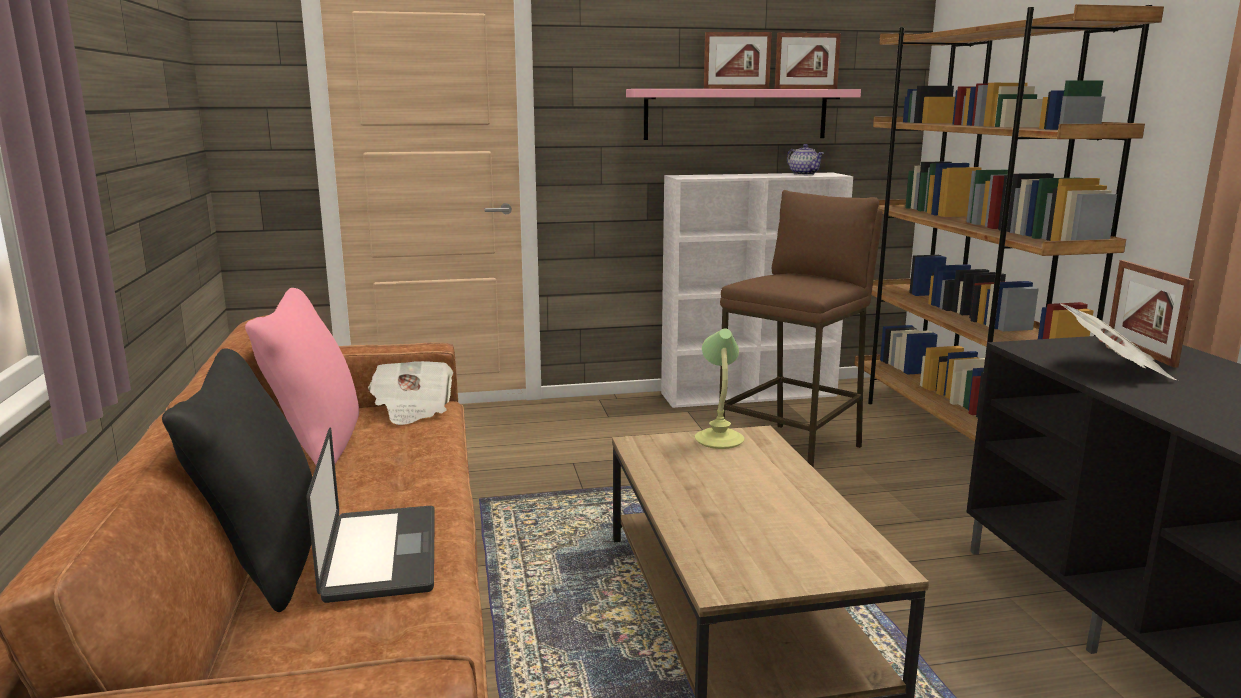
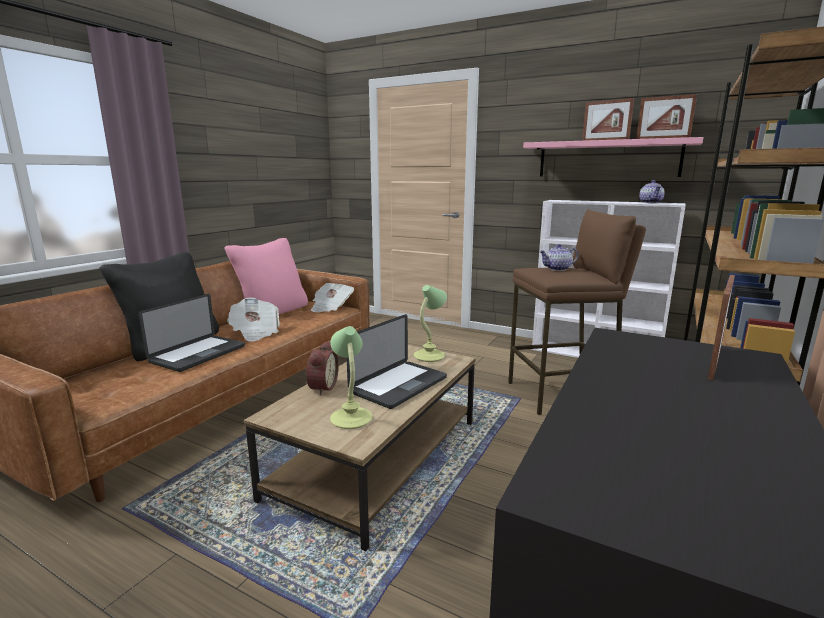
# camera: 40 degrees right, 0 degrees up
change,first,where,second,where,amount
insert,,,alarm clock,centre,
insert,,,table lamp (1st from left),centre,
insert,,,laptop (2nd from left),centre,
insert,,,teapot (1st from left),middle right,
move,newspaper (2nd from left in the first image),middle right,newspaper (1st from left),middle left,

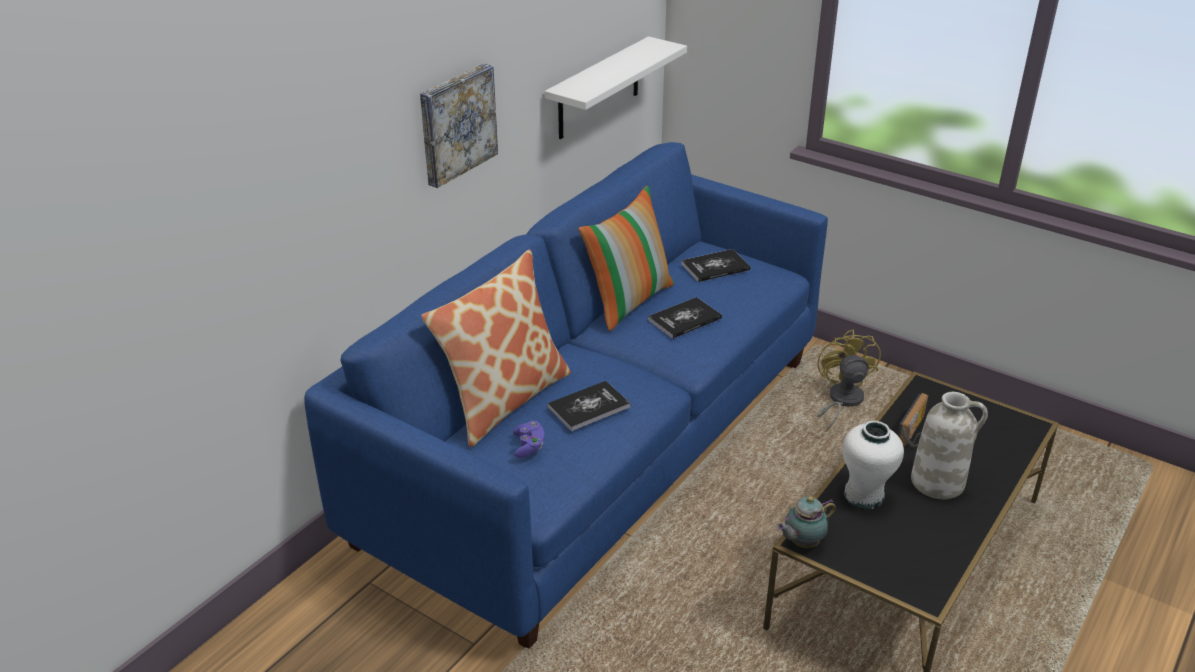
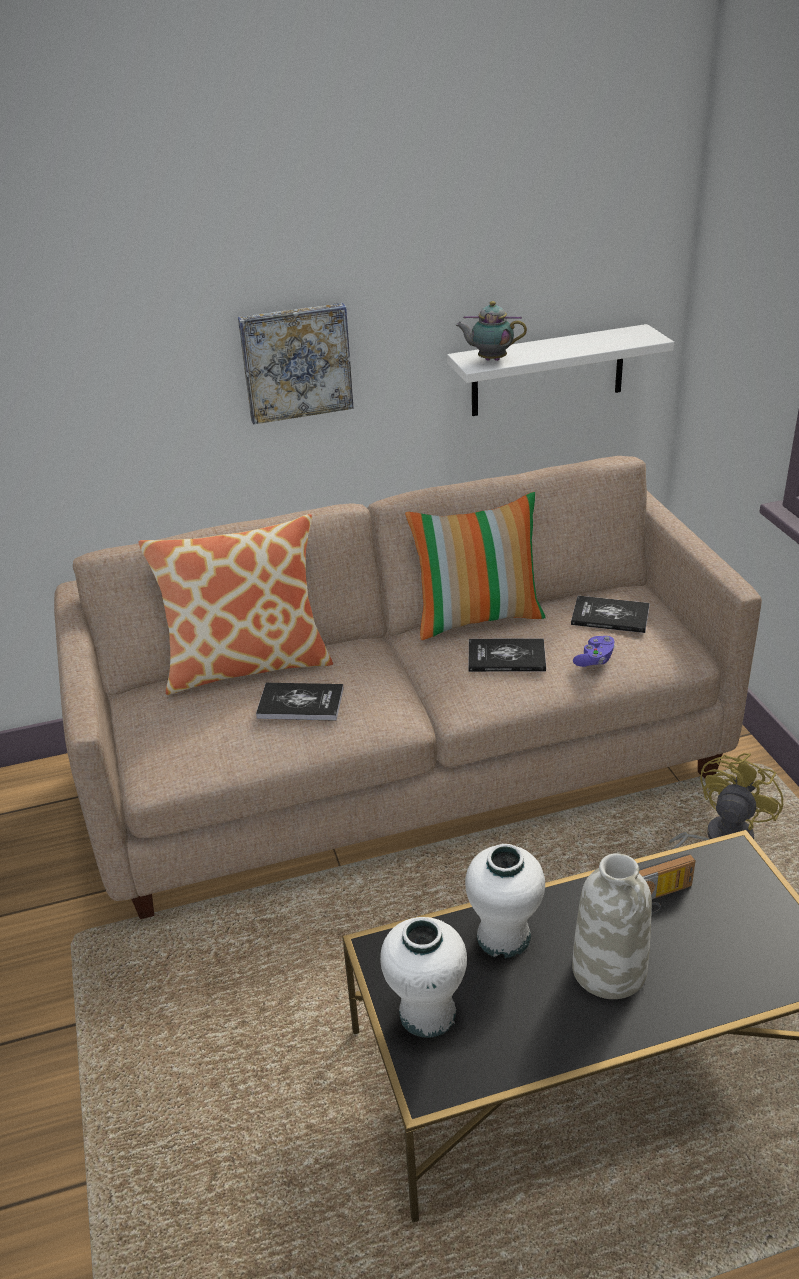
# camera: 40 degrees right, 0 degrees up
change,first,where,second,where,amount
insert,,,white vase (1st from left),bottom centre,
move,purple game controller,centre,,middle right,
move,teapot,bottom right,,top centre,
recolor,blue sofa,centre,beige sofa,centre,

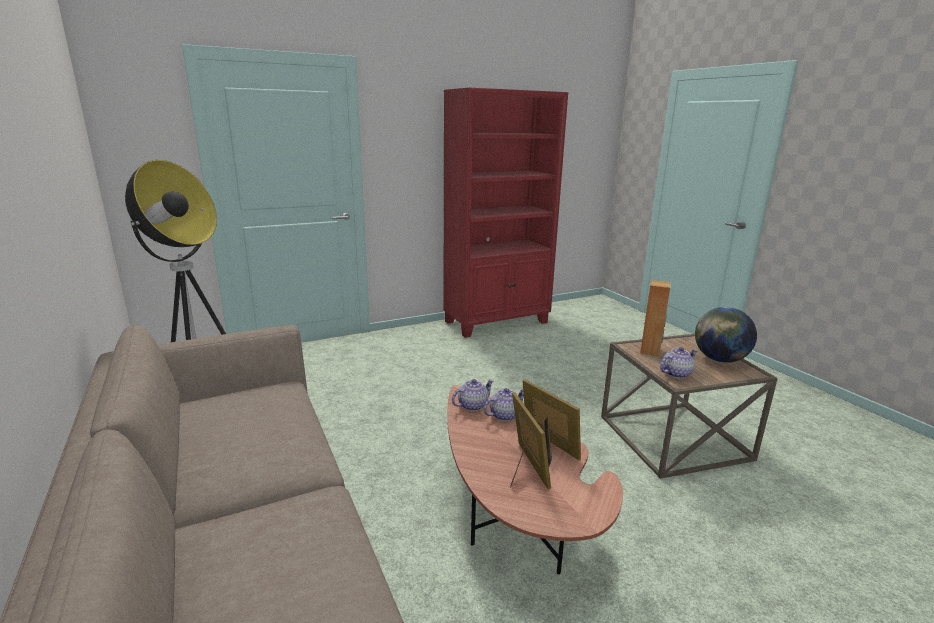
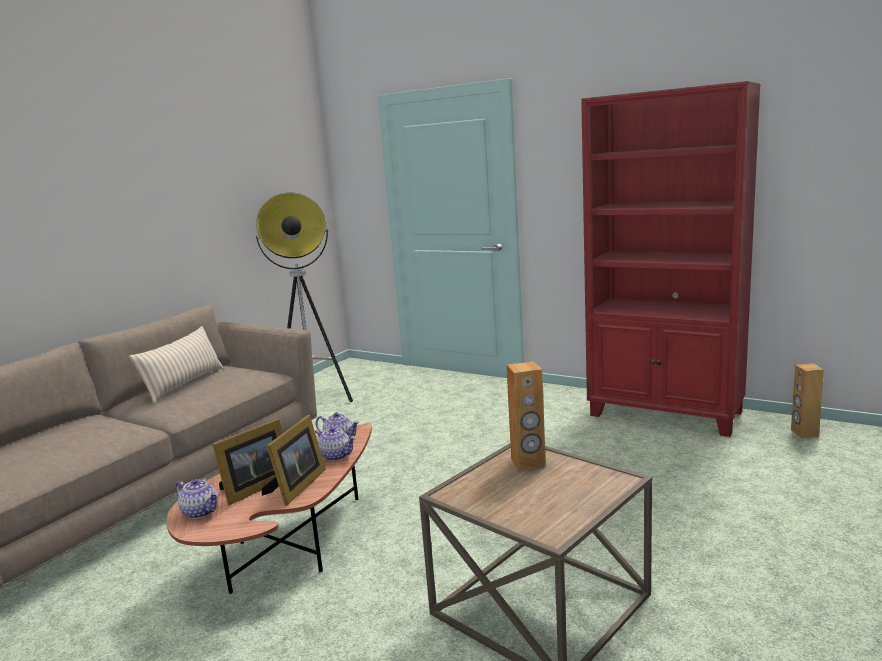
# camera: 60 degrees right, 5 degrees down
change,first,where,second,where,amount
delete,globe,middle right,,,
insert,,,beige pillow,middle left,
insert,,,brown speaker (2nd from left),middle right,
move,teapot (3rd from left in the first image),middle right,teapot (1st from left),bottom left,

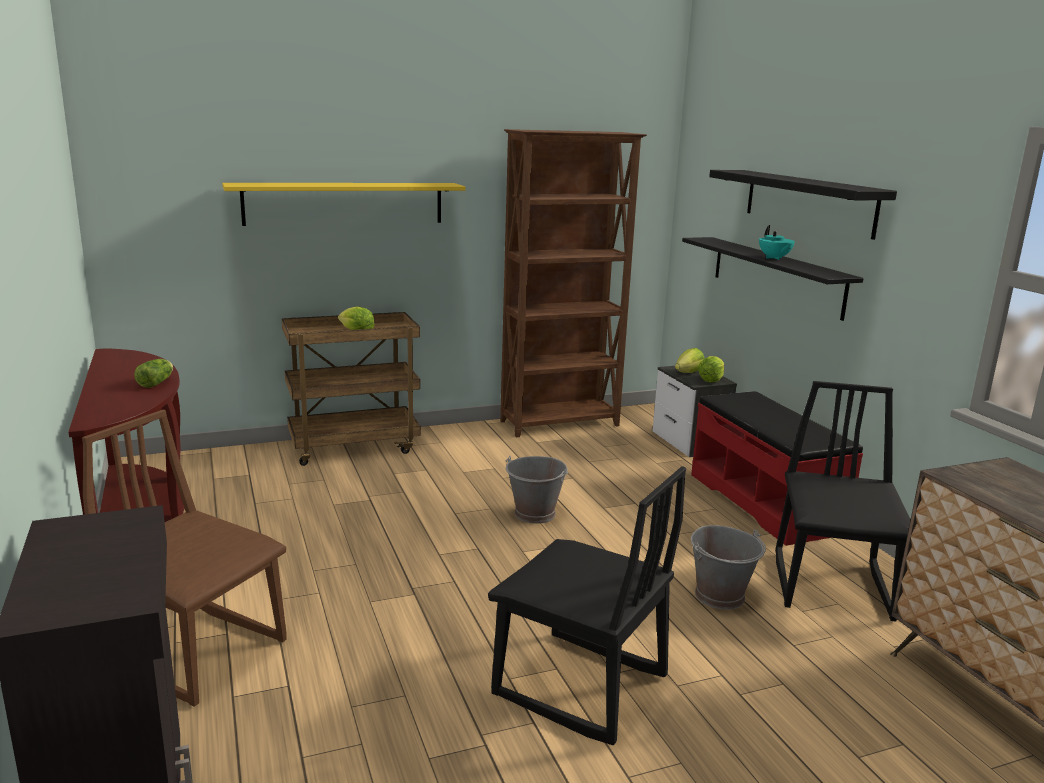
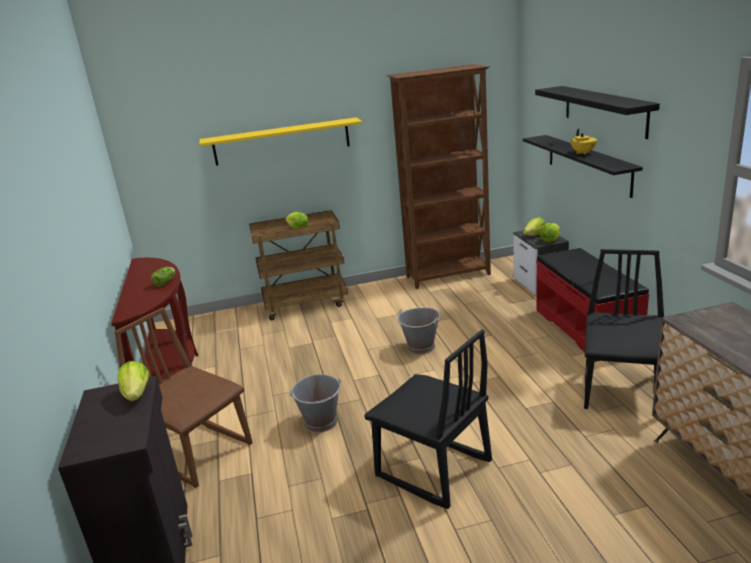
# camera: 10 degrees right, 5 degrees up
change,first,where,second,where,amount
insert,,,lettuce (1st from left),bottom left,
move,grey bucket (2nd from left in the first image),bottom right,grey bucket (1st from left),bottom centre,
recolor,turquoise teapot,top right,yellow teapot,top right,

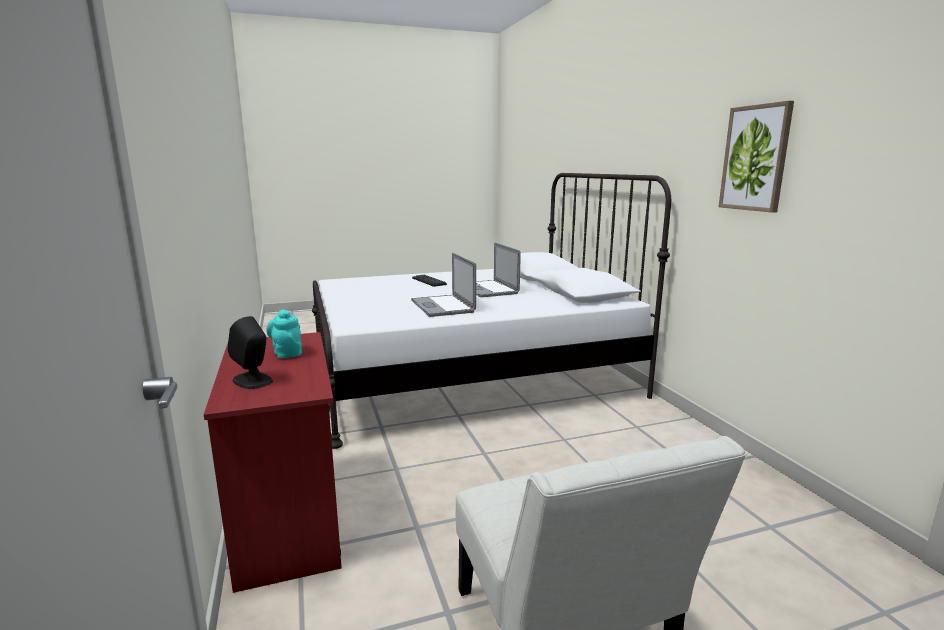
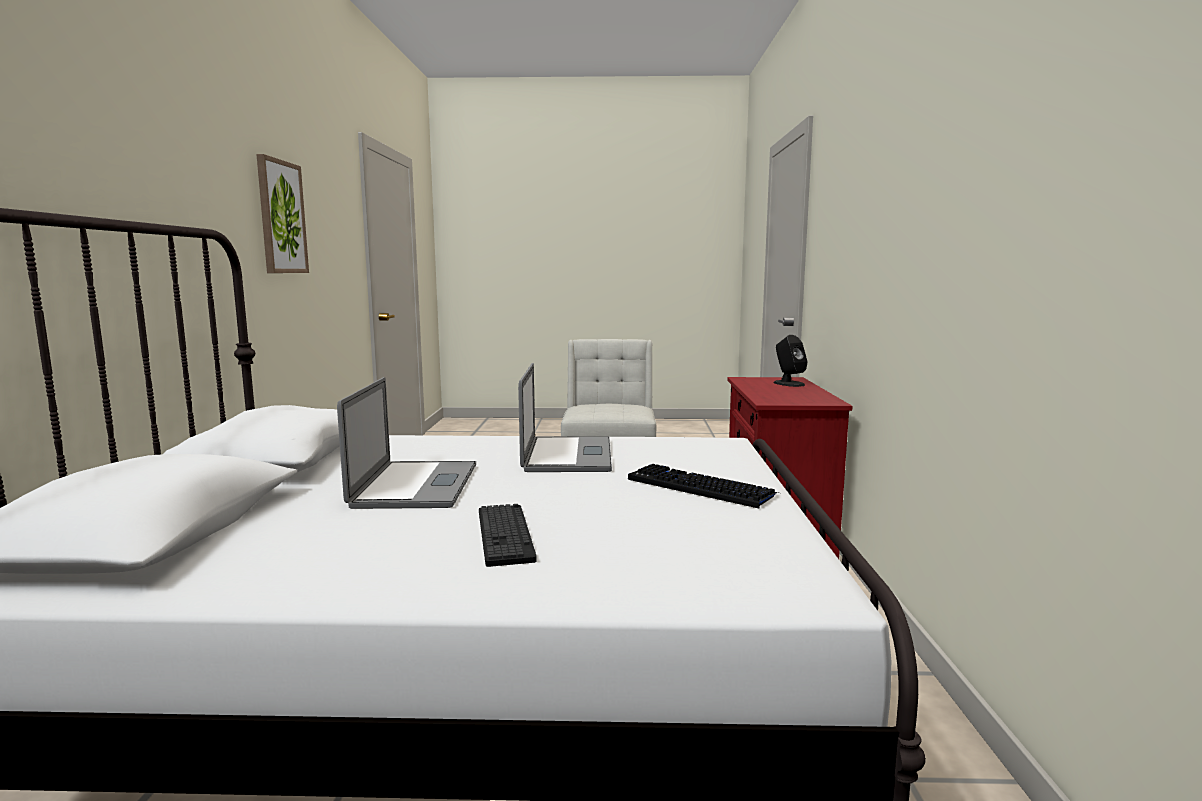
# camera: 160 degrees left, 5 degrees down
change,first,where,second,where,amount
delete,turquoise teapot,middle left,,,
insert,,,keyboard (2nd from left),centre,

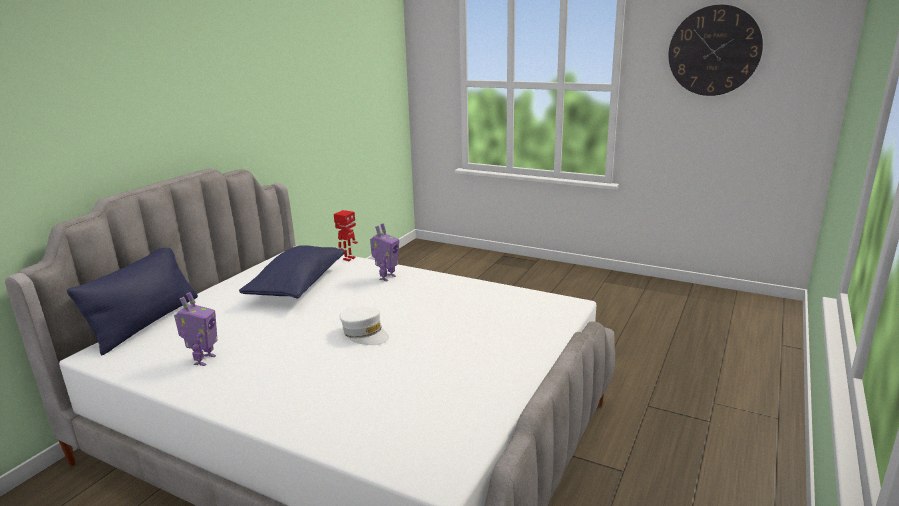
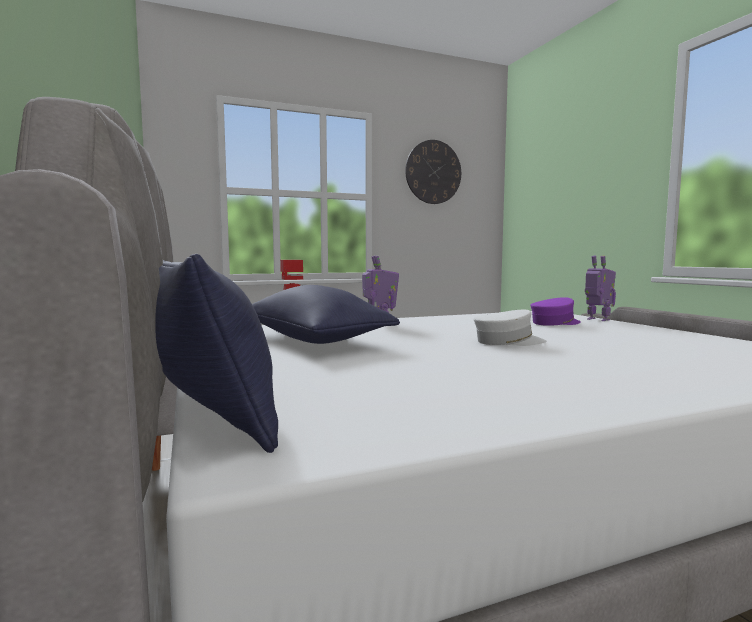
# camera: 50 degrees left, 15 degrees down
change,first,where,second,where,amount
insert,,,purple cap,middle right,
move,toy robot (1st from left in the first image),middle left,toy robot (3rd from left),middle right,

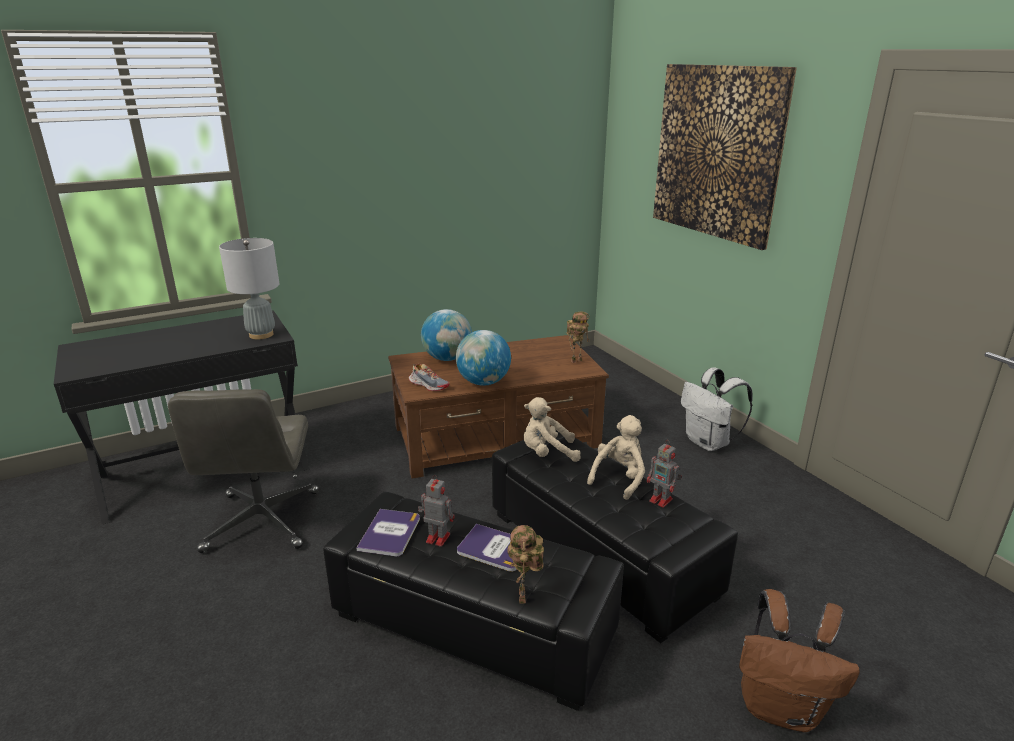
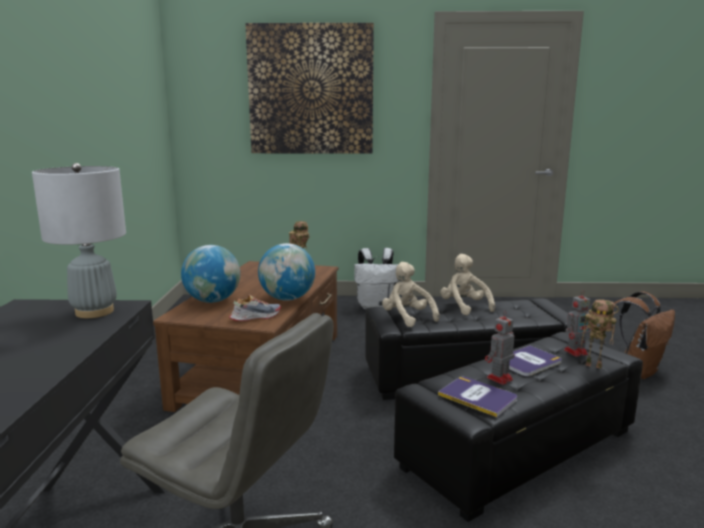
# camera: 60 degrees left, 10 degrees down
change,first,where,second,where,amount
move,toy robot (4th from left in the first image),centre,toy robot (3rd from left),middle right,
rotate,beige plush toy (1st from left),centre,,centre,120 degrees clockwise

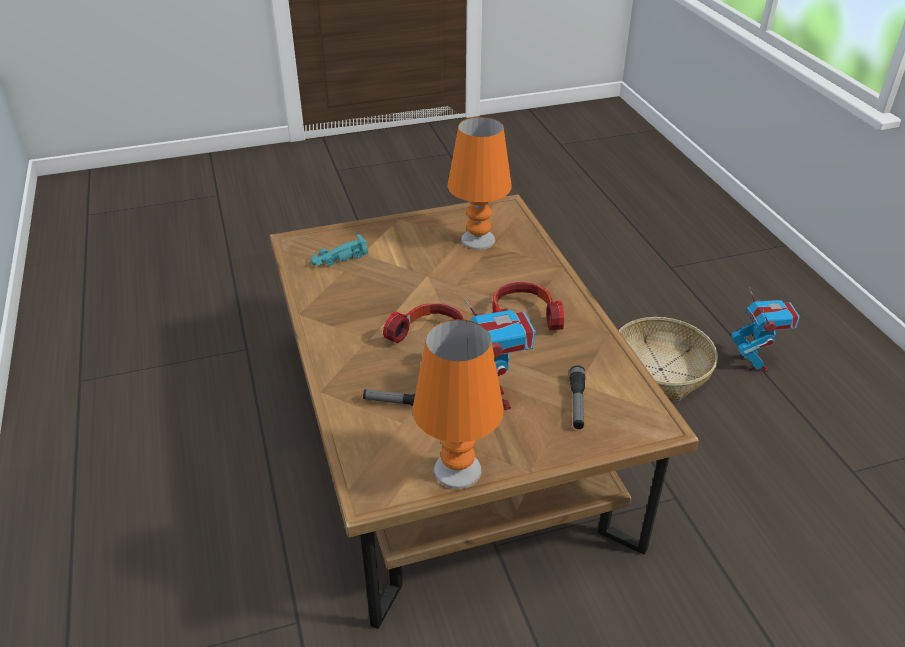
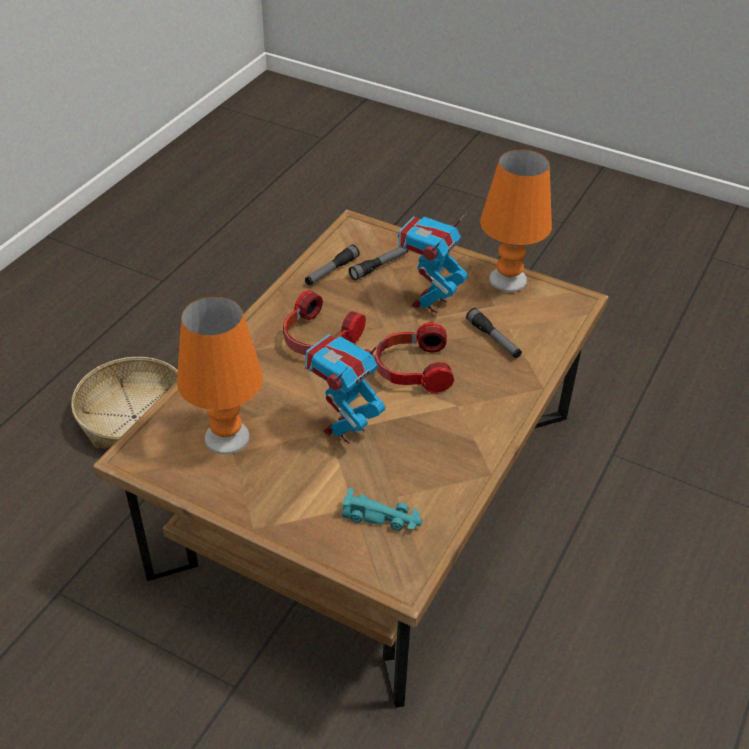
# camera: 135 degrees left, 5 degrees up
change,first,where,second,where,amount
insert,,,flashlight (1st from left),centre,
move,toy robot (2nd from left in the first image),middle right,toy robot (1st from left),centre,

